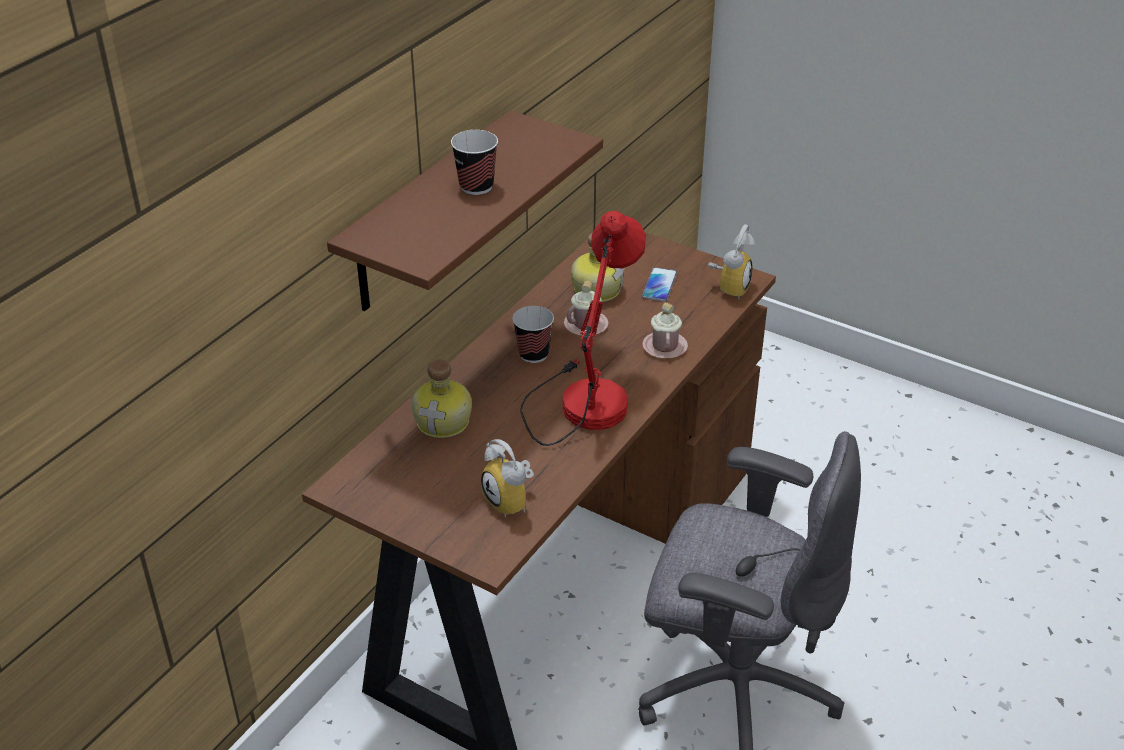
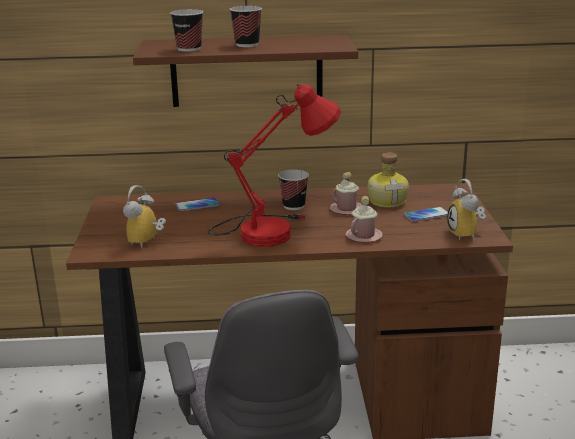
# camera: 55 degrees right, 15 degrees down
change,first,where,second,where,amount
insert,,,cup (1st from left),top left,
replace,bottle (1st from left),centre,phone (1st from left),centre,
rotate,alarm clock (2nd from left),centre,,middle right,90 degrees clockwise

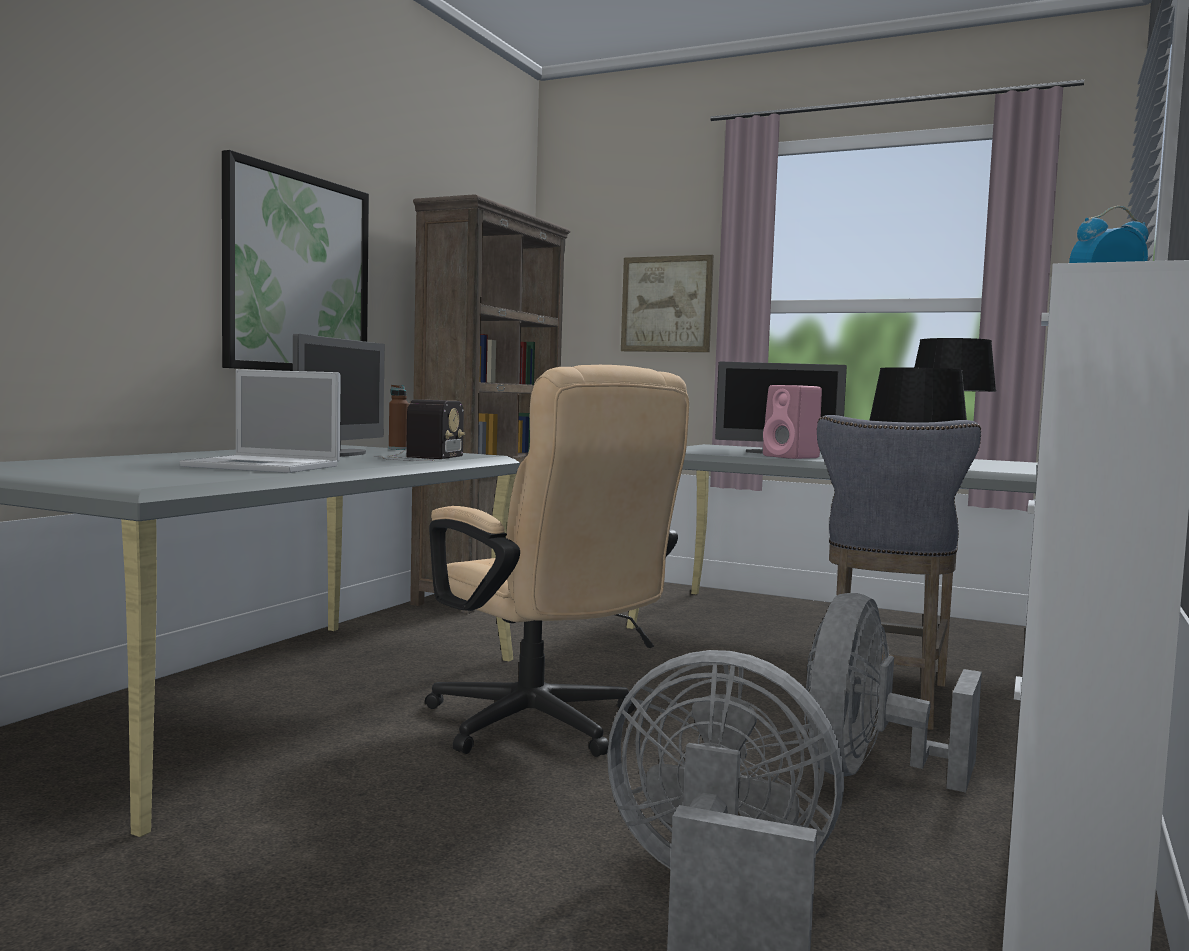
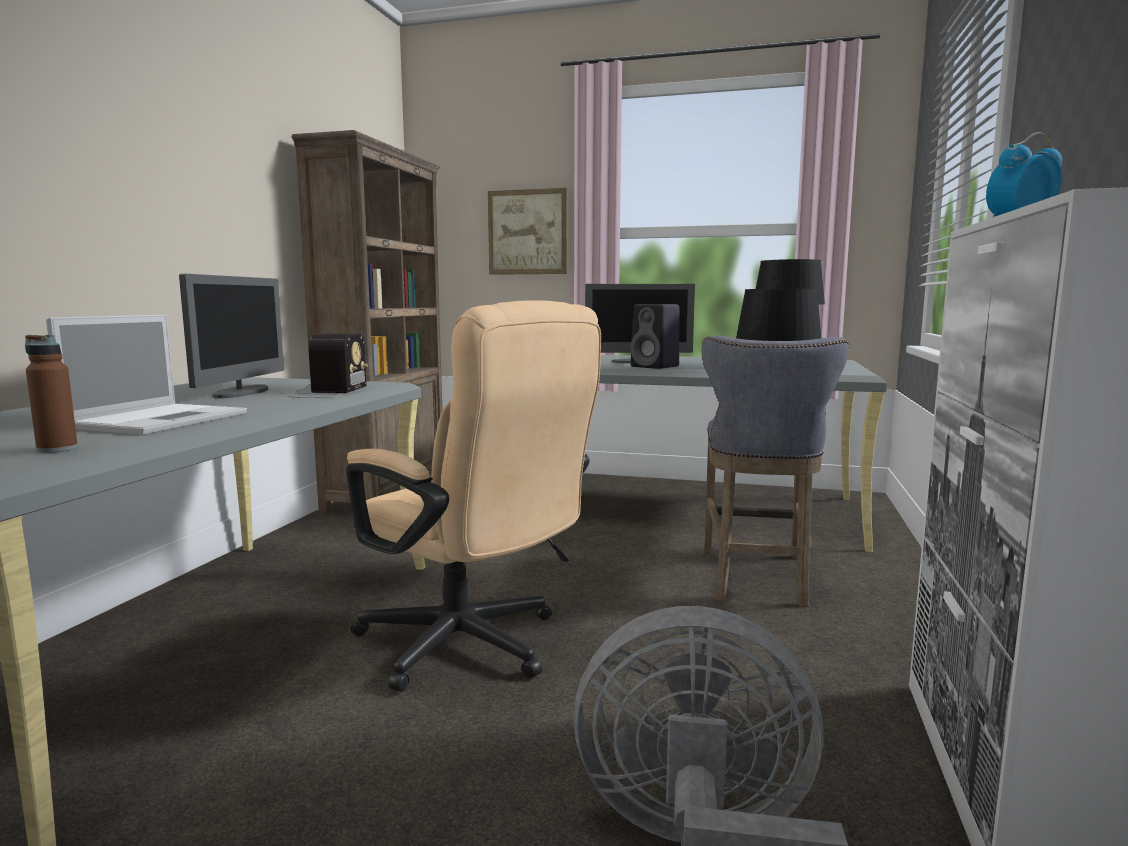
# camera: 10 degrees left, 5 degrees up
change,first,where,second,where,amount
delete,picture (1st from left),top left,,,
delete,grey fan (2nd from left),bottom right,,,
move,brown bottle,centre,,middle left,
recolor,pink speaker,centre,black speaker,centre,
rotate,laptop,middle left,,middle left,75 degrees counterclockwise

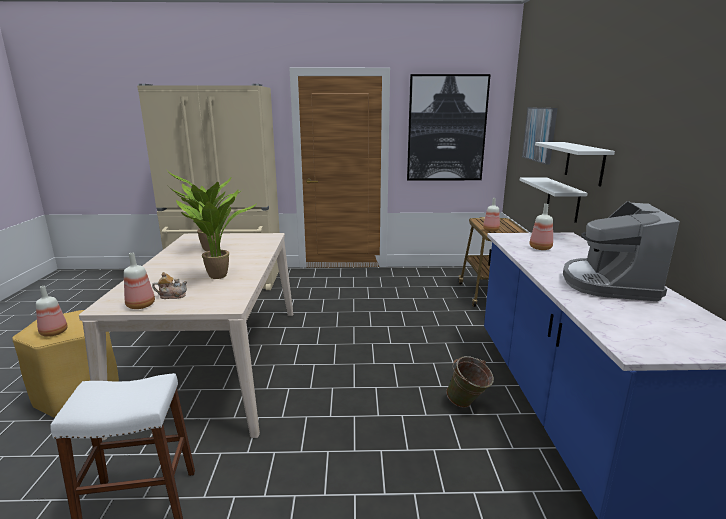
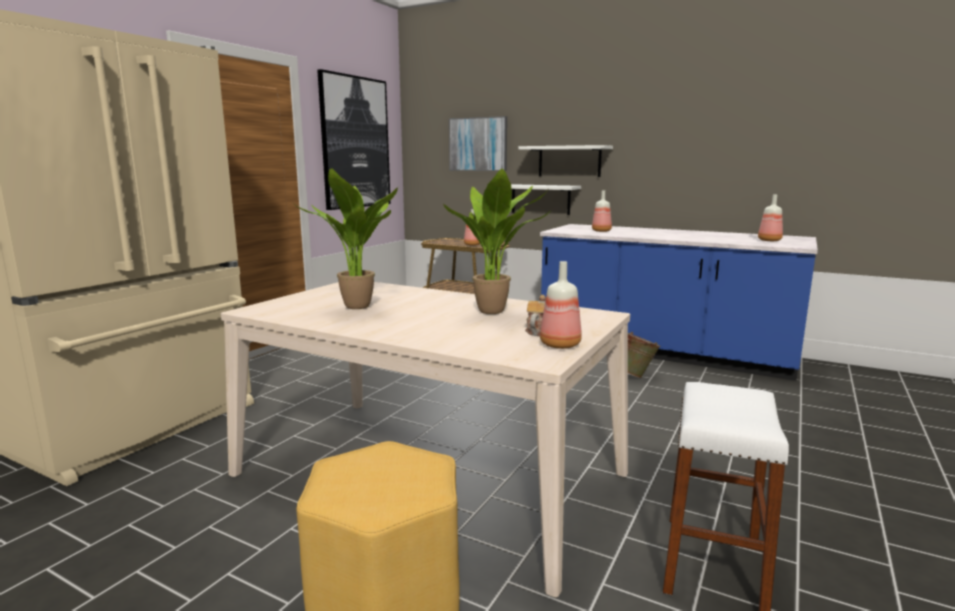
# camera: 60 degrees left, 5 degrees down
change,first,where,second,where,amount
delete,coffee machine,middle right,,,
move,bottle (1st from left in the first image),middle left,bottle (4th from left),middle right,

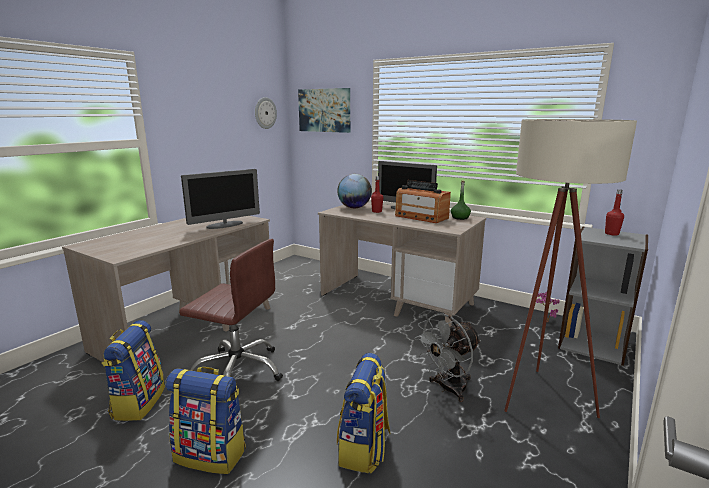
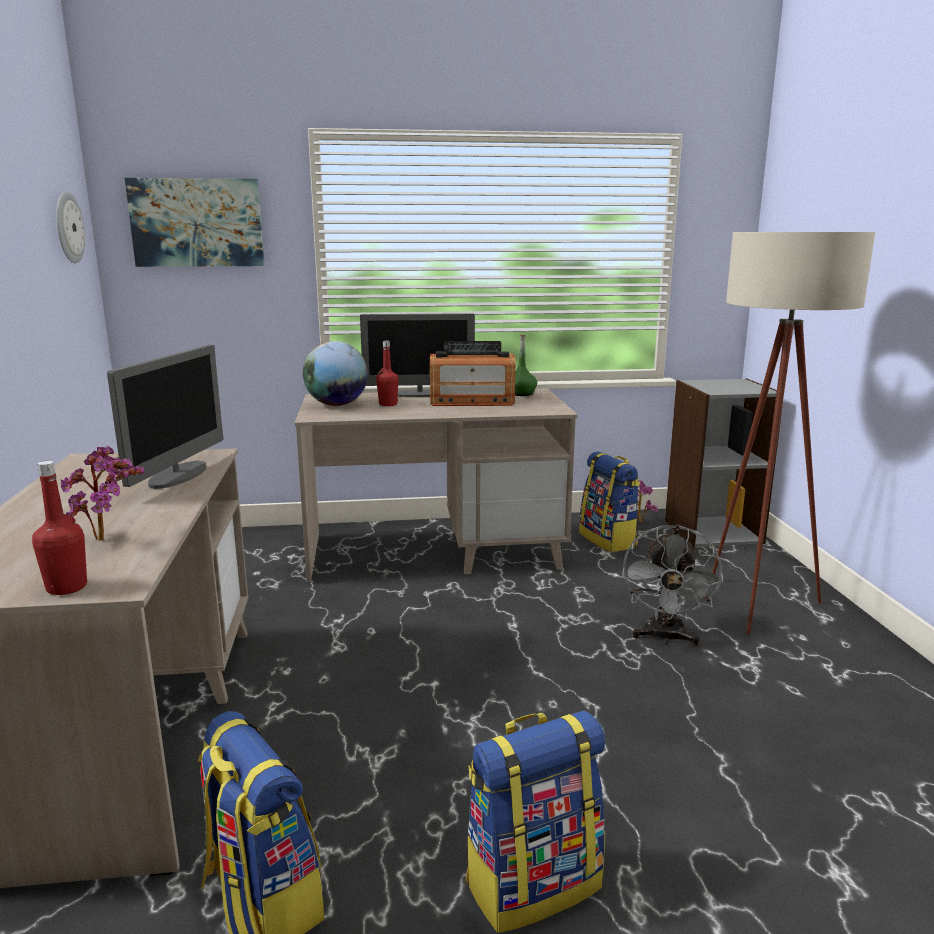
# camera: 40 degrees left, 0 degrees up
change,first,where,second,where,amount
delete,brown office chair,middle left,,,
insert,,,potted plant (1st from left),middle left,
move,backpack (3rd from left),bottom centre,,centre,
move,red bottle (2nd from left in the first image),middle right,red bottle (1st from left),middle left,

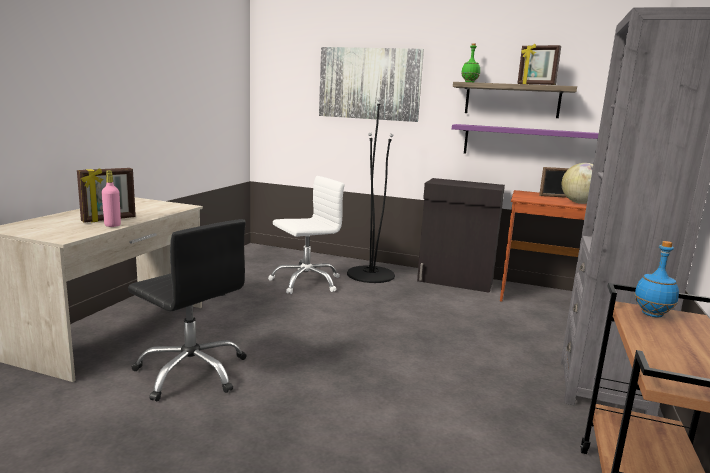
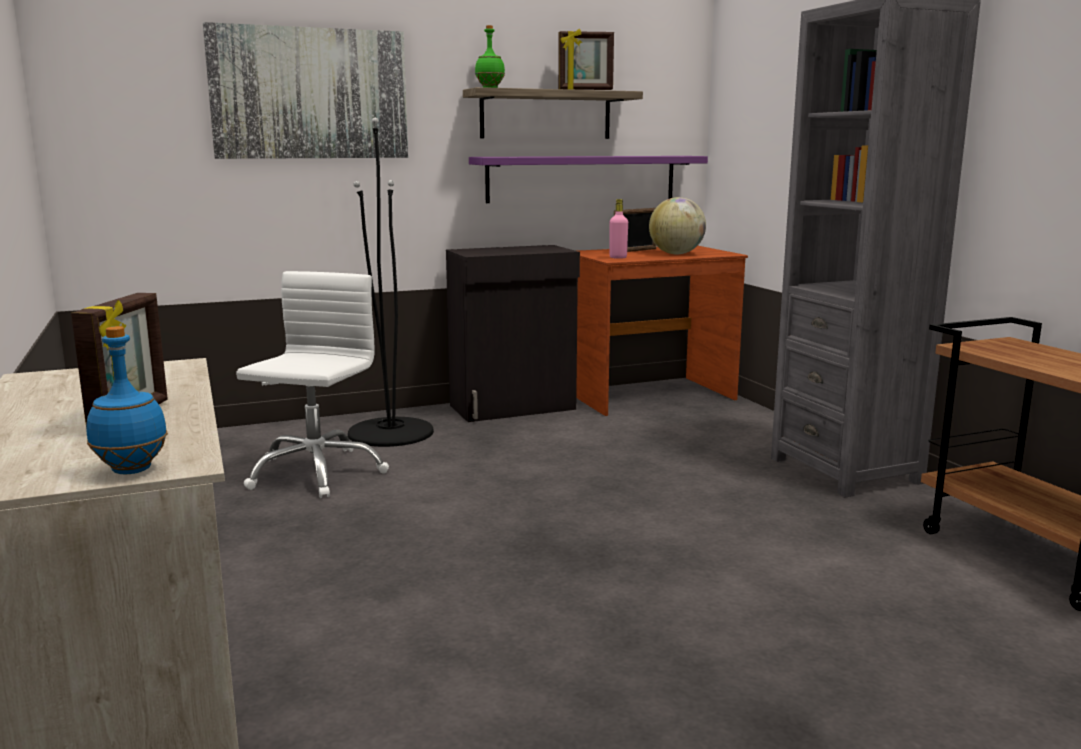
# camera: 40 degrees left, 0 degrees up
change,first,where,second,where,amount
delete,black office chair,middle left,,,
move,pink bottle,middle left,,top centre,
move,blue bottle,middle right,,middle left,

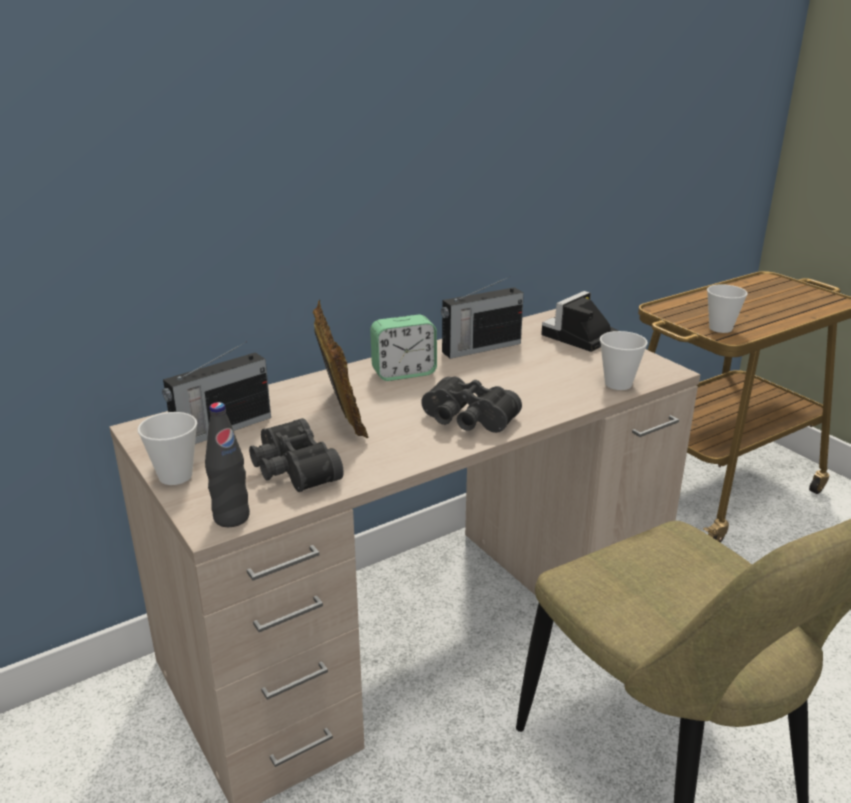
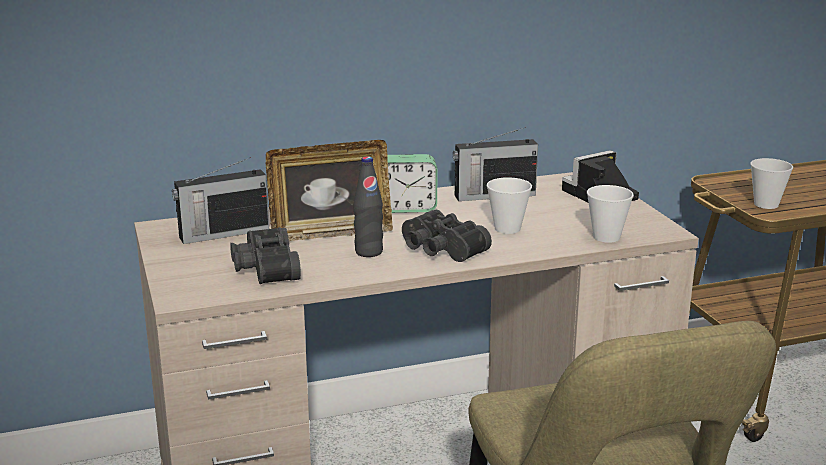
# camera: 15 degrees right, 5 degrees down
change,first,where,second,where,amount
move,cup (1st from left),middle left,,centre,
move,black bottle,middle left,,centre,
rotate,picture frame,centre,,centre,75 degrees clockwise

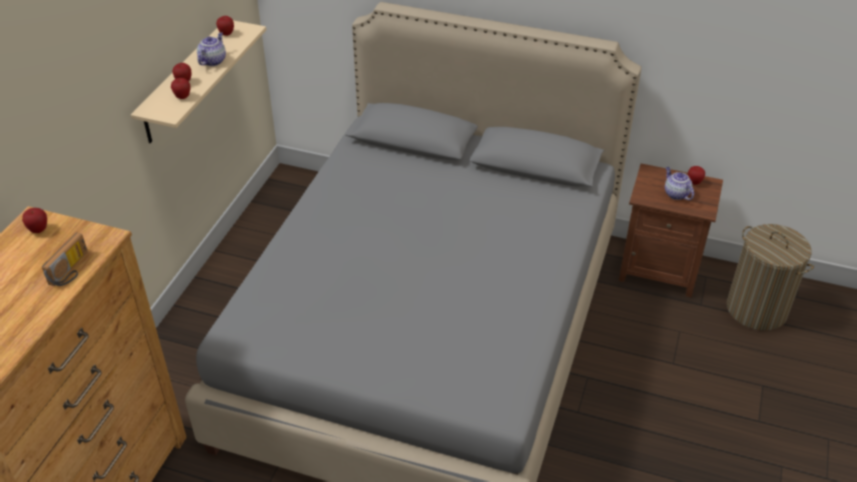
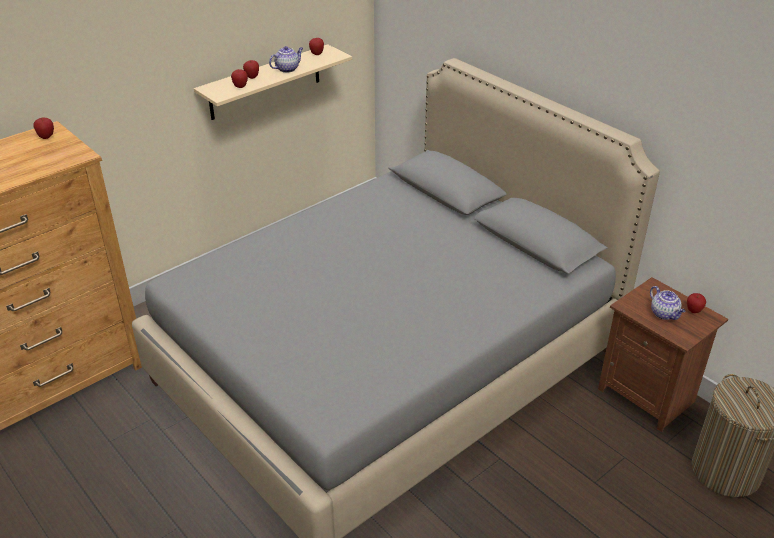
# camera: 30 degrees right, 5 degrees down
change,first,where,second,where,amount
delete,radio,middle left,,,
rotate,teapot (2nd from left),middle right,,middle right,150 degrees clockwise

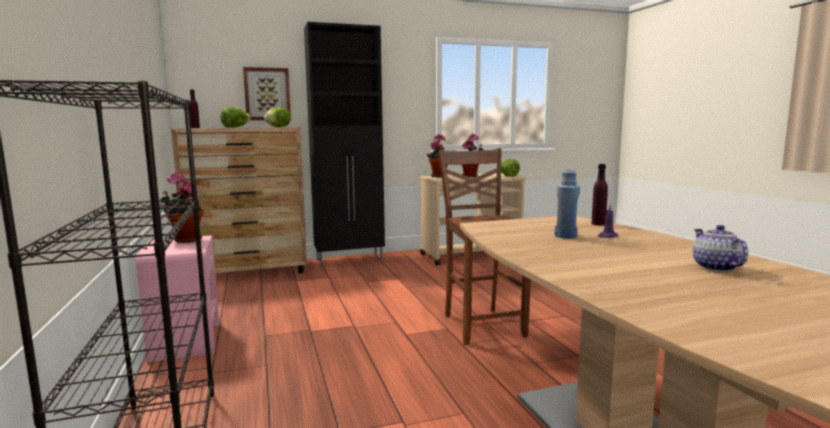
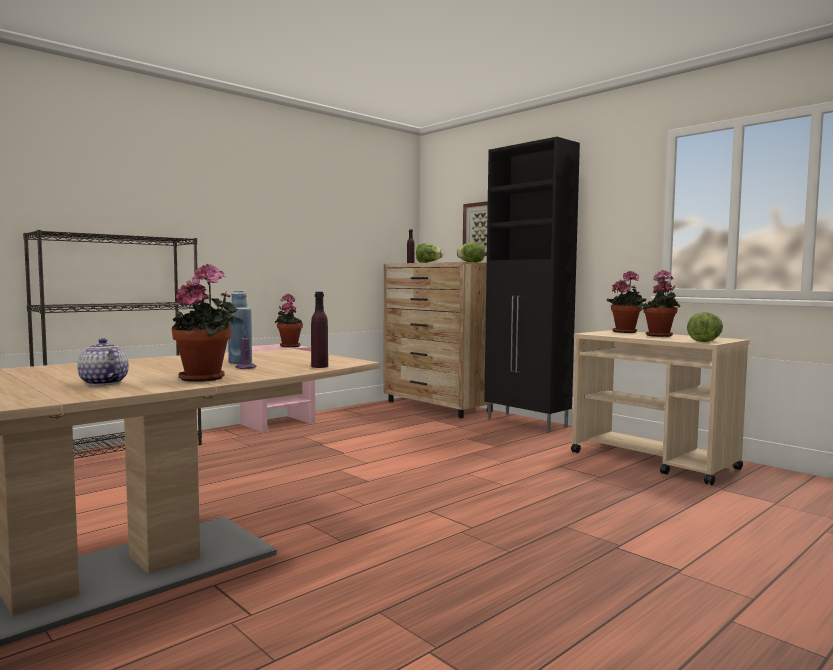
# camera: 65 degrees right, 5 degrees down
change,first,where,second,where,amount
delete,brown chair,centre,,,
insert,,,potted plant (1st from left),middle left,
rotate,teapot,middle right,,middle left,105 degrees counterclockwise

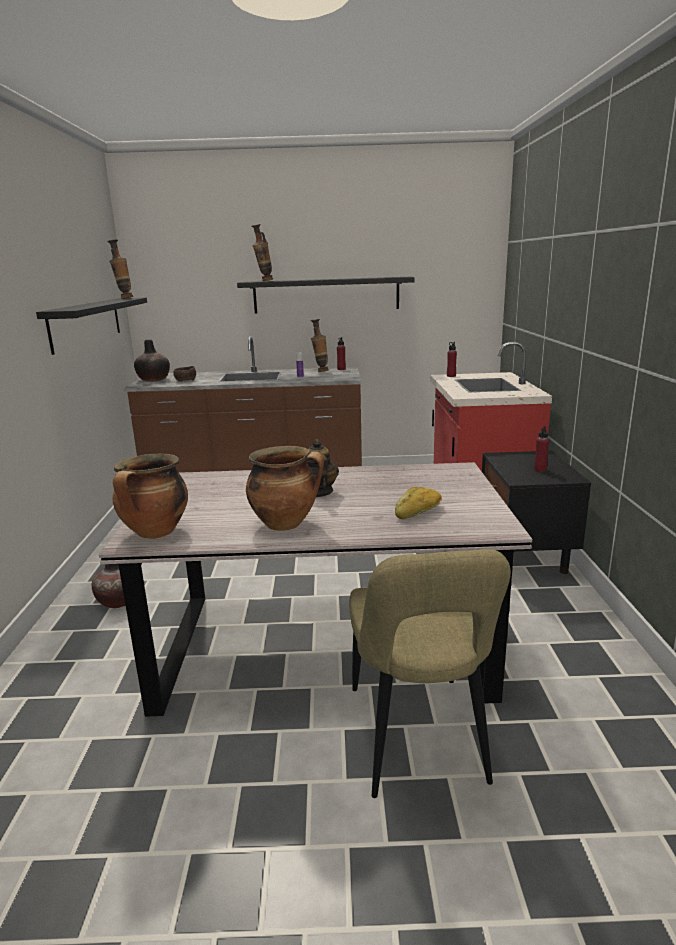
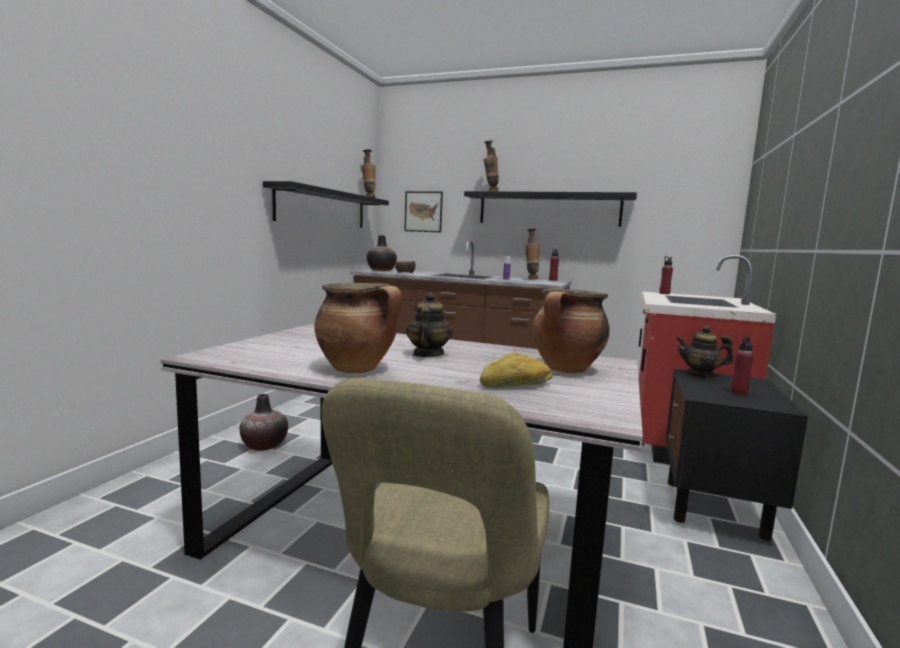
# camera: 20 degrees right, 10 degrees down
change,first,where,second,where,amount
insert,,,picture,top centre,
insert,,,teapot (2nd from left),middle right,
move,cooking pot (1st from left in the first image),middle left,cooking pot (2nd from left),centre,

